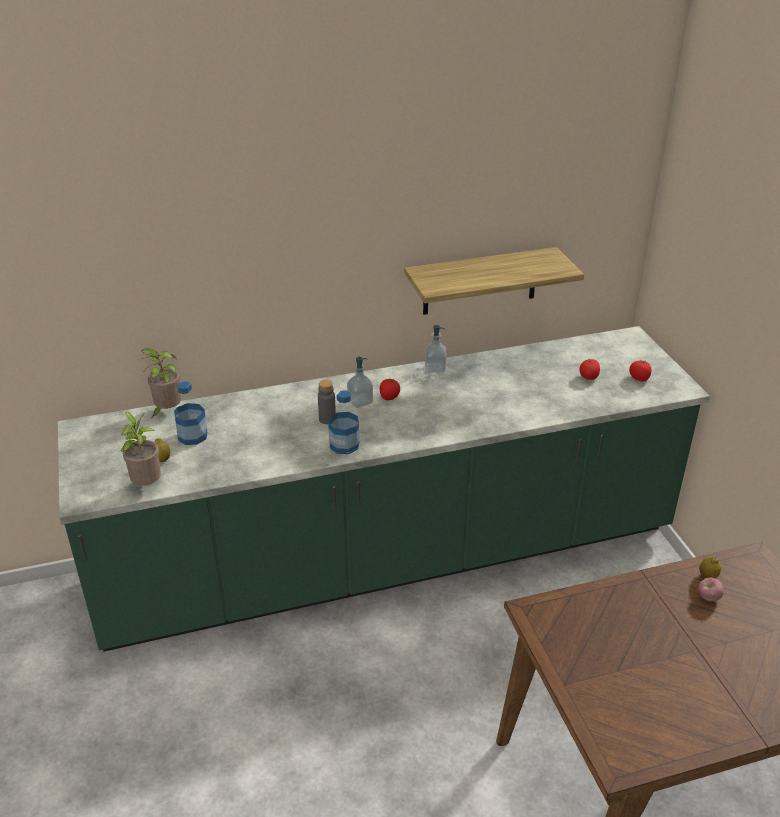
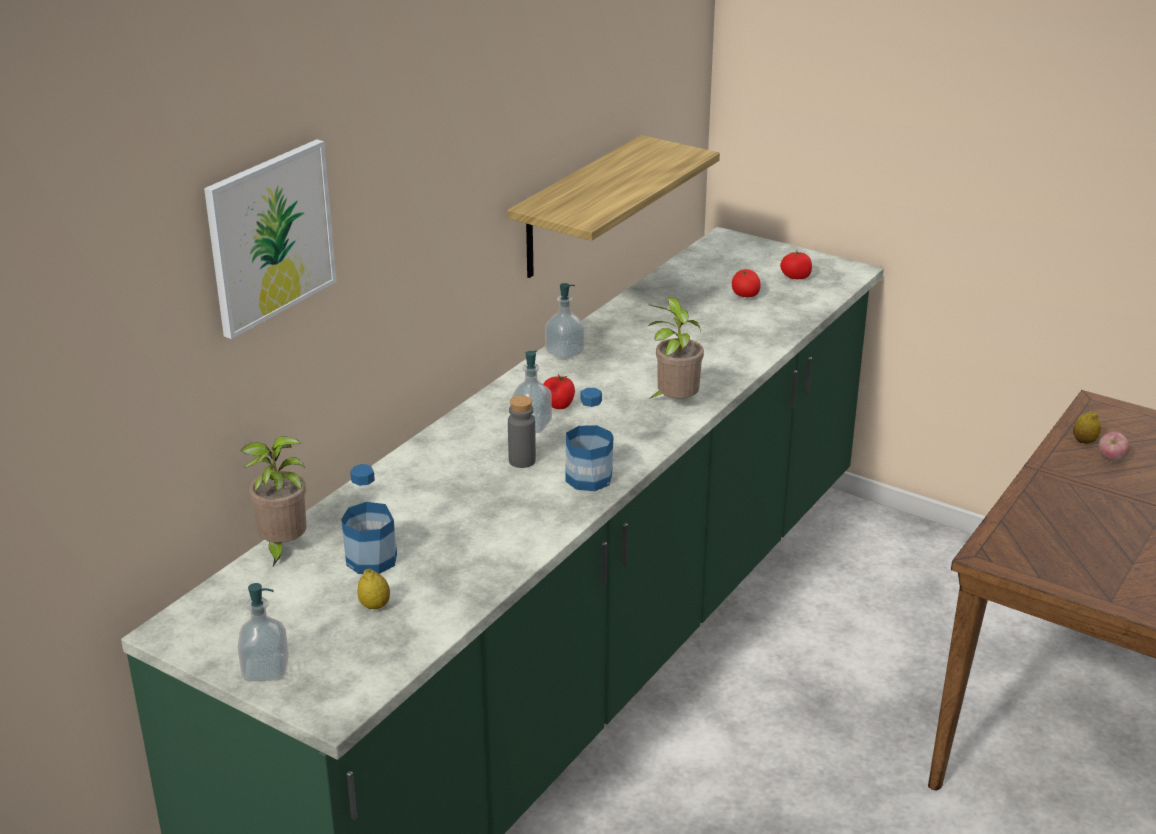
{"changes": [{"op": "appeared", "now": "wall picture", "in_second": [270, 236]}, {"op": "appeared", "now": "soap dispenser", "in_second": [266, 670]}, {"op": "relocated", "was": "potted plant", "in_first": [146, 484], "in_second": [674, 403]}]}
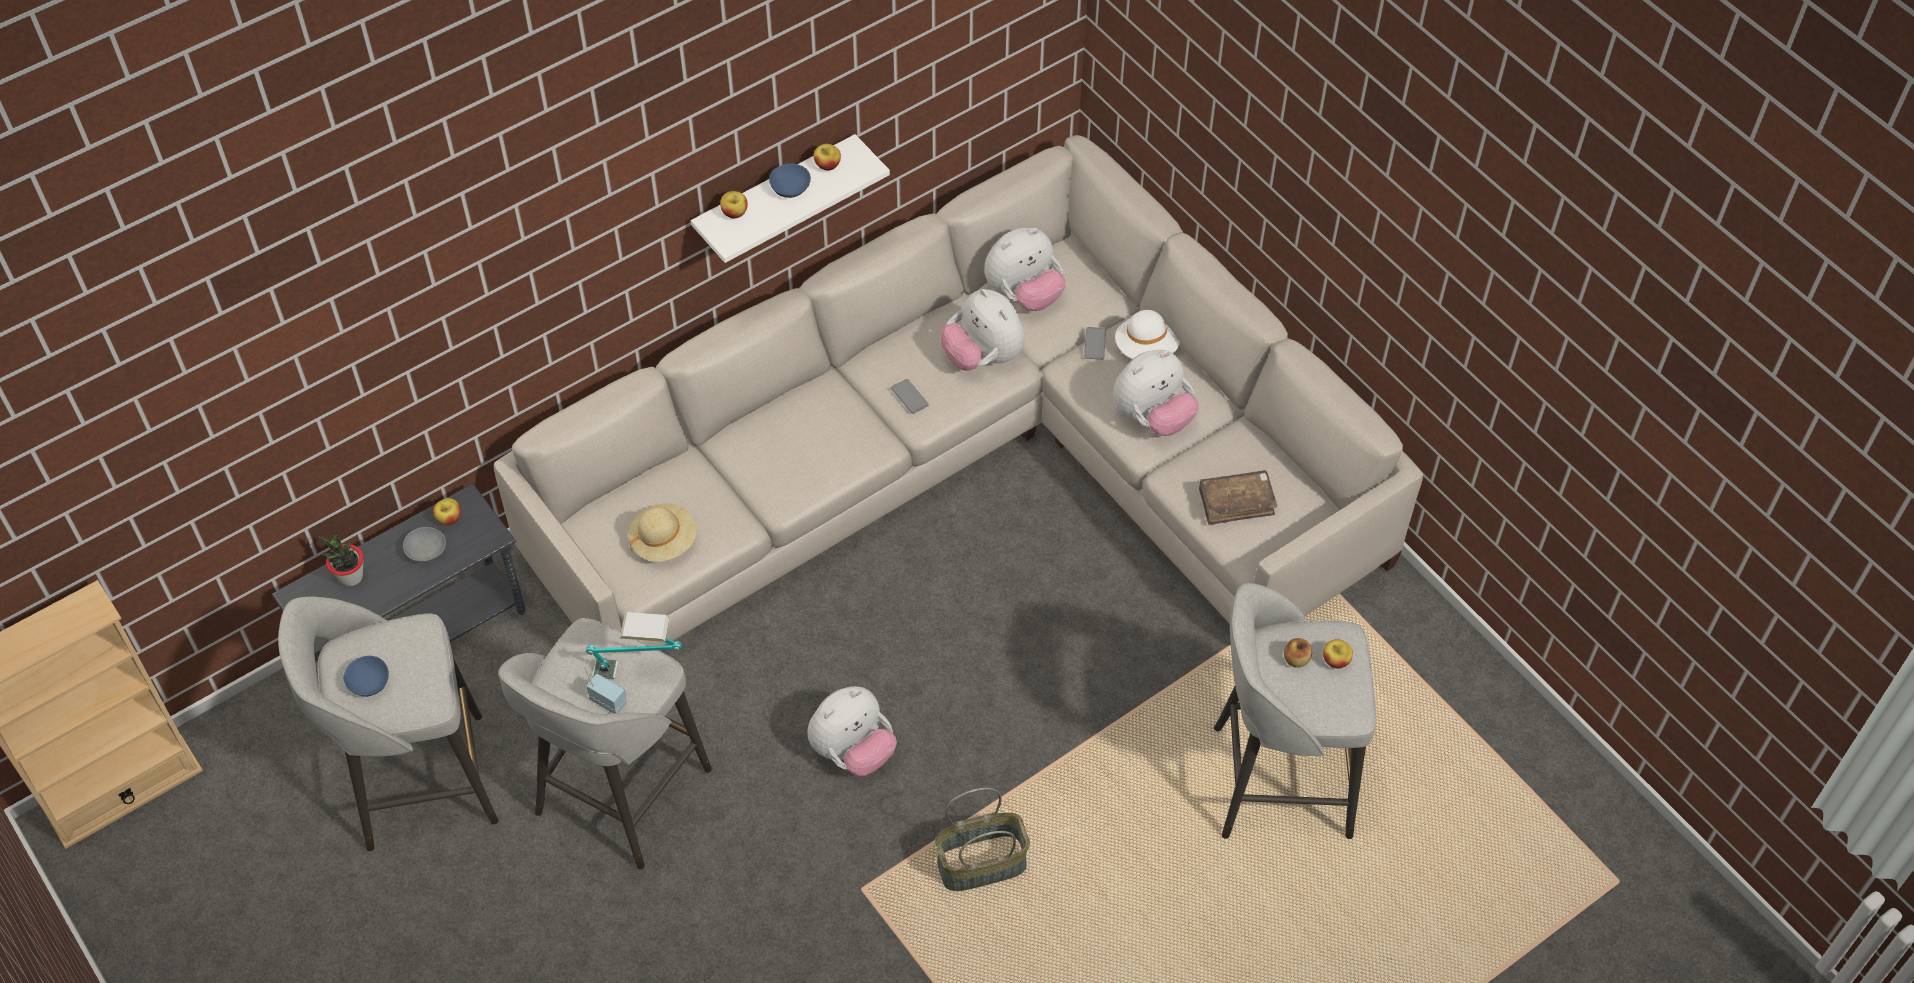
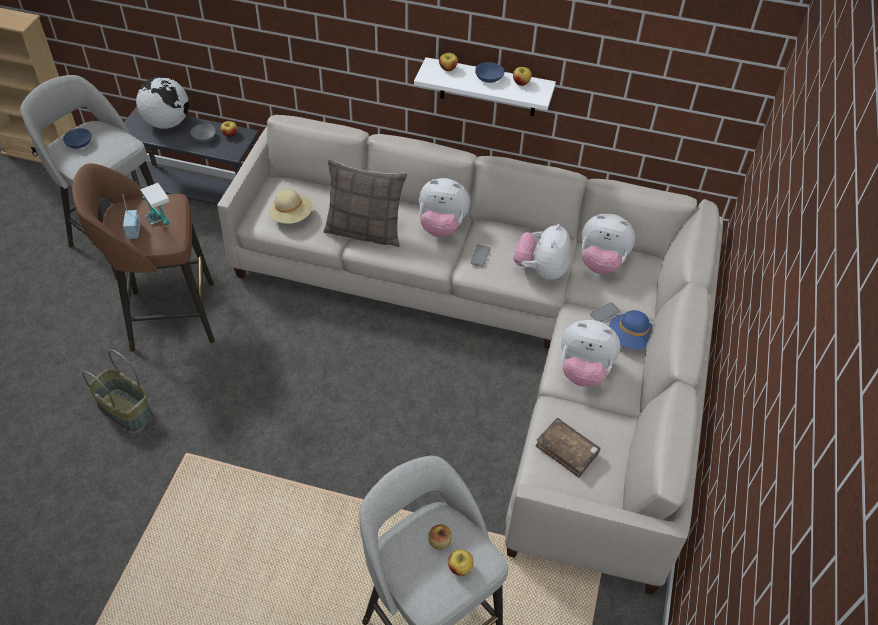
{"changes": [{"op": "appeared", "now": "cushion", "in_second": [365, 231]}, {"op": "relocated", "was": "plush toy", "in_first": [853, 751], "in_second": [442, 226]}, {"op": "relocated", "was": "household basket", "in_first": [982, 863], "in_second": [126, 410]}, {"op": "exchanged", "was": "potted plant", "now": "world globe", "in_first": [351, 577], "in_second": [167, 123]}, {"op": "colour", "was": "grey stool", "now": "brown stool", "in_first": [619, 795], "in_second": [169, 316]}, {"op": "colour", "was": "white-coloured hat", "now": "blue-coloured hat", "in_first": [1146, 348], "in_second": [630, 339]}]}
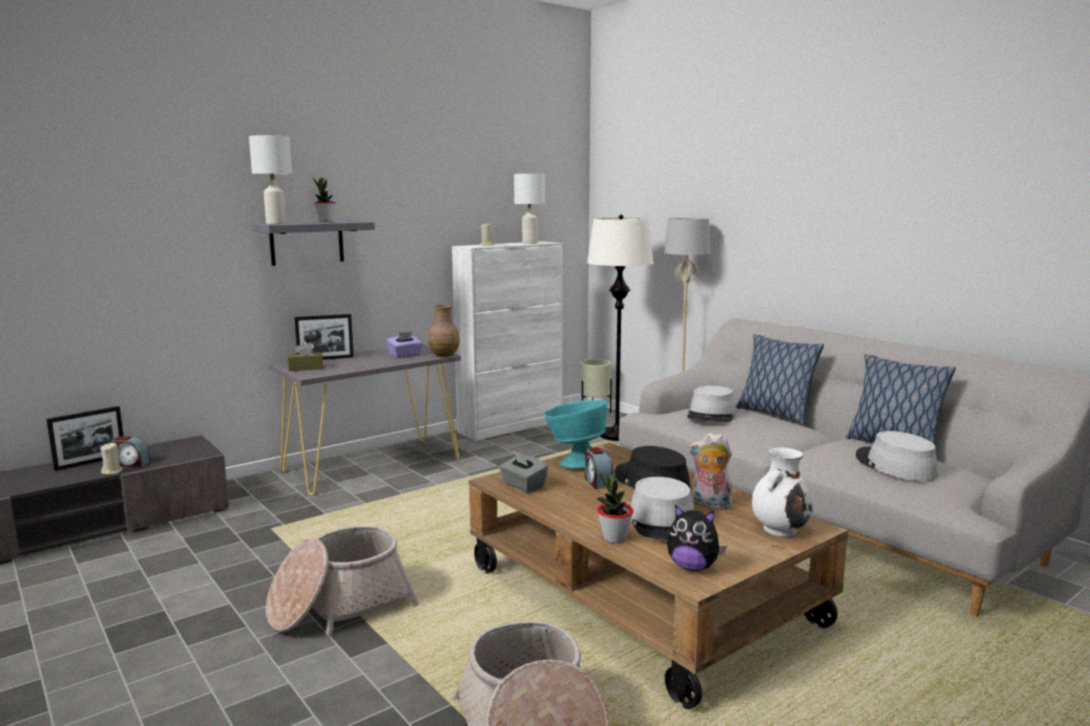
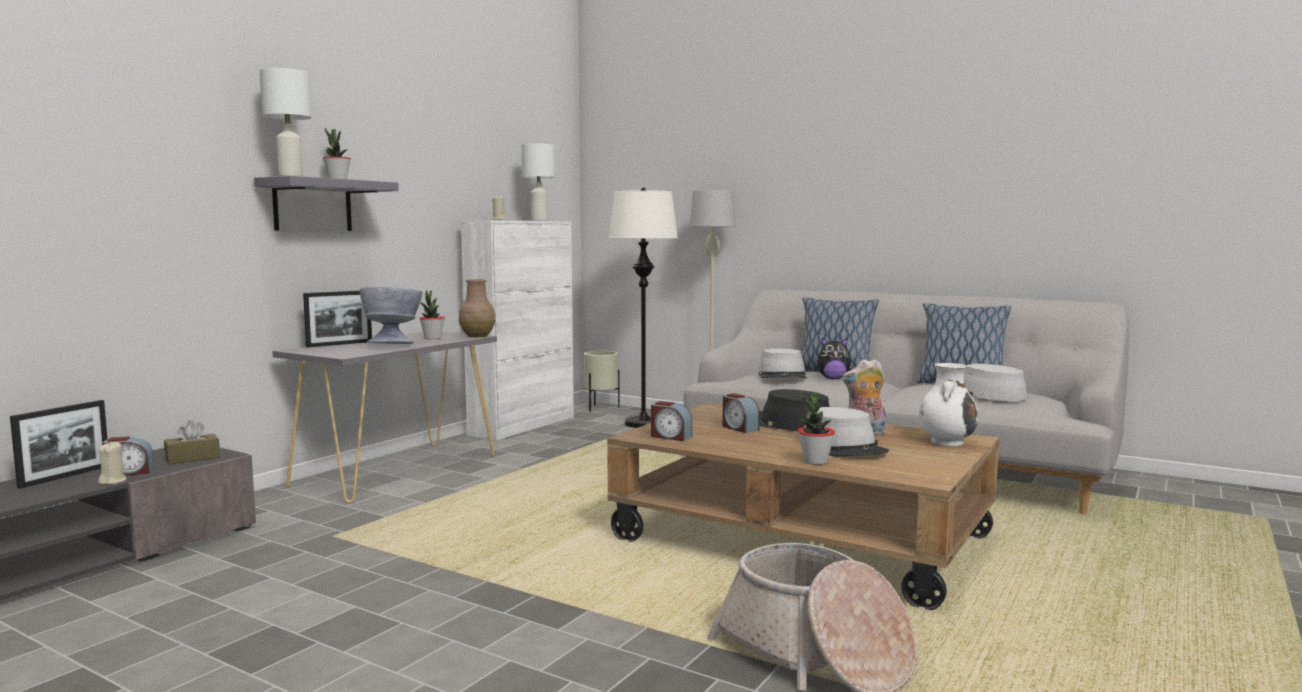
{"changes": [{"op": "missing", "was": "household basket", "in_first": [339, 606]}, {"op": "missing", "was": "blue-green serving bowl", "in_first": [575, 463]}, {"op": "appeared", "now": "grey serving bowl", "in_second": [393, 345]}, {"op": "relocated", "was": "brown tissue box", "in_first": [306, 368], "in_second": [192, 458]}, {"op": "relocated", "was": "plush toy", "in_first": [693, 567], "in_second": [833, 378]}, {"op": "exchanged", "was": "purplish tissue box", "now": "potted plant", "in_first": [405, 355], "in_second": [432, 338]}, {"op": "exchanged", "was": "grey tissue box", "now": "table clock", "in_first": [523, 485], "in_second": [670, 437]}]}
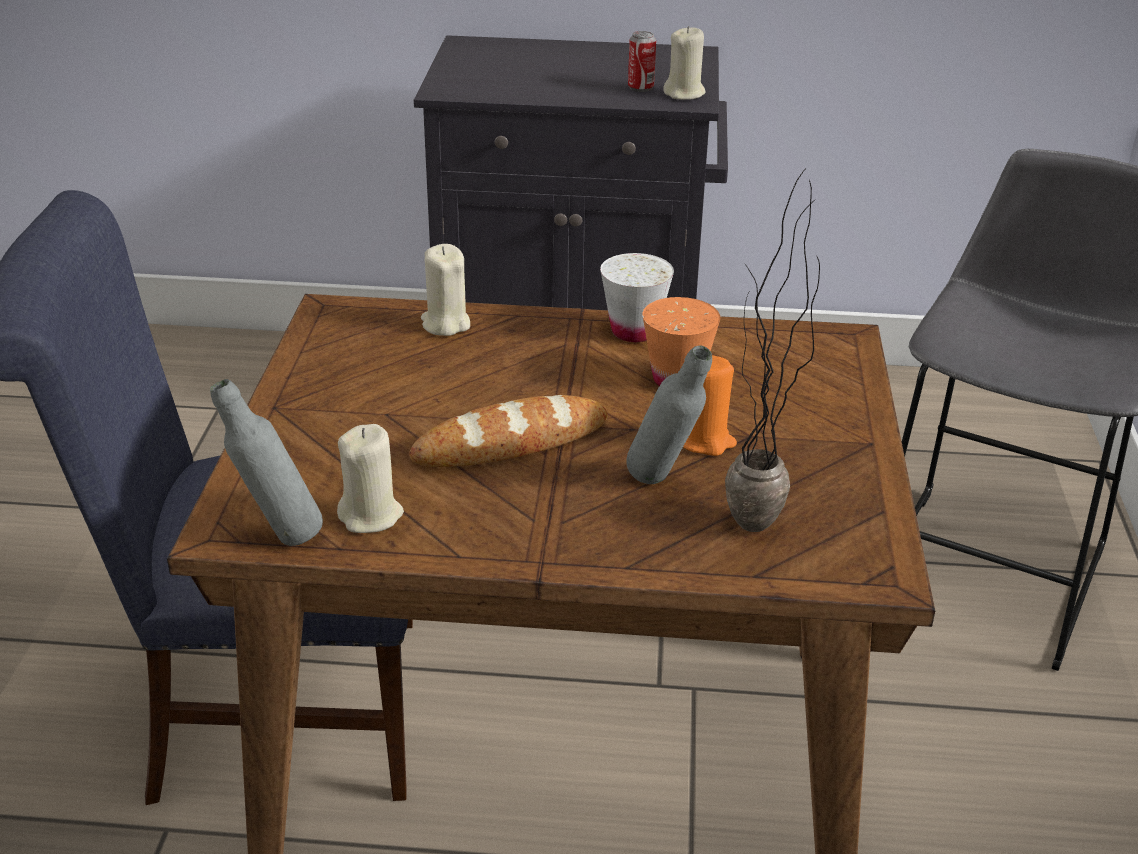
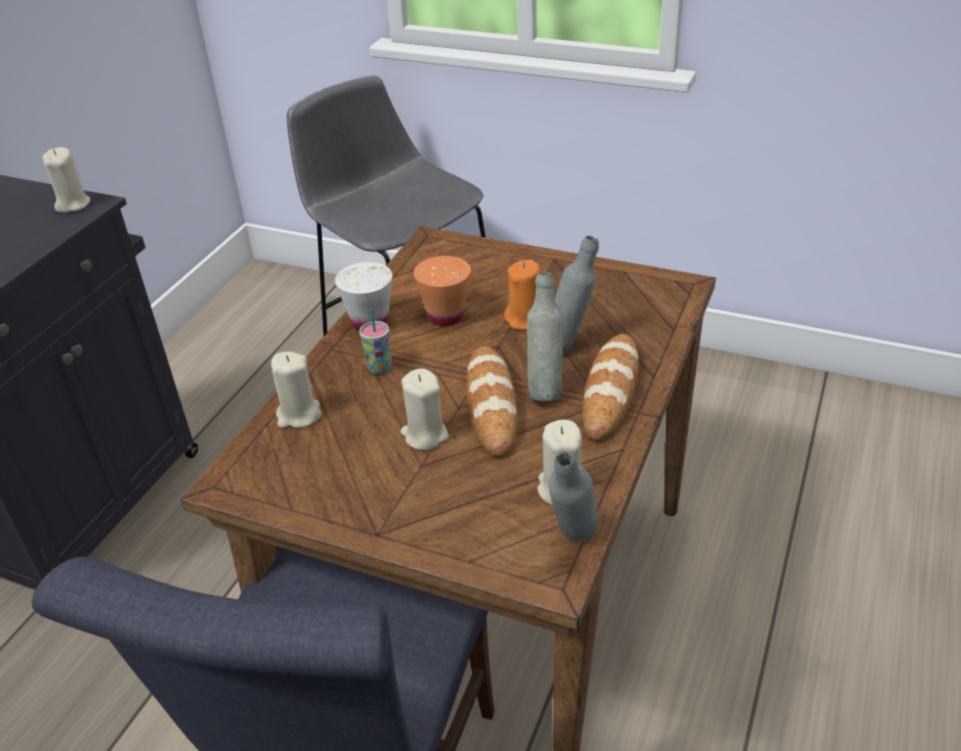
{"changes": [{"op": "missing", "was": "can", "in_first": [640, 88]}, {"op": "missing", "was": "potted plant", "in_first": [751, 536]}, {"op": "appeared", "now": "small cup", "in_second": [379, 368]}, {"op": "appeared", "now": "beige candle", "in_second": [425, 435]}, {"op": "appeared", "now": "grey bottle", "in_second": [544, 389]}, {"op": "appeared", "now": "bakery bread", "in_second": [610, 391]}]}
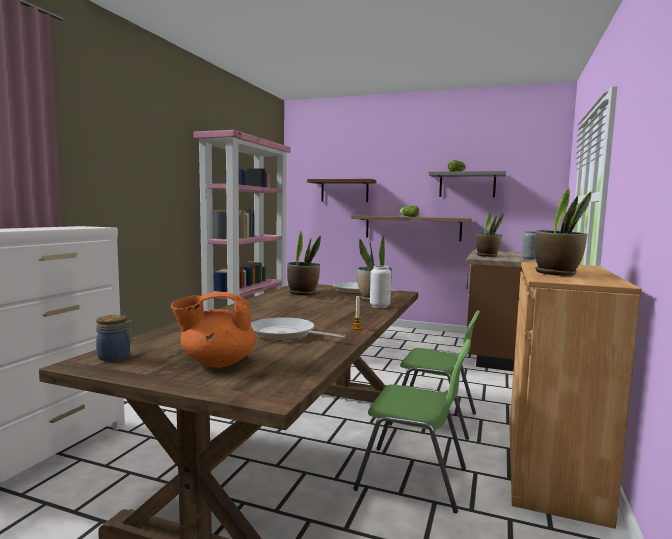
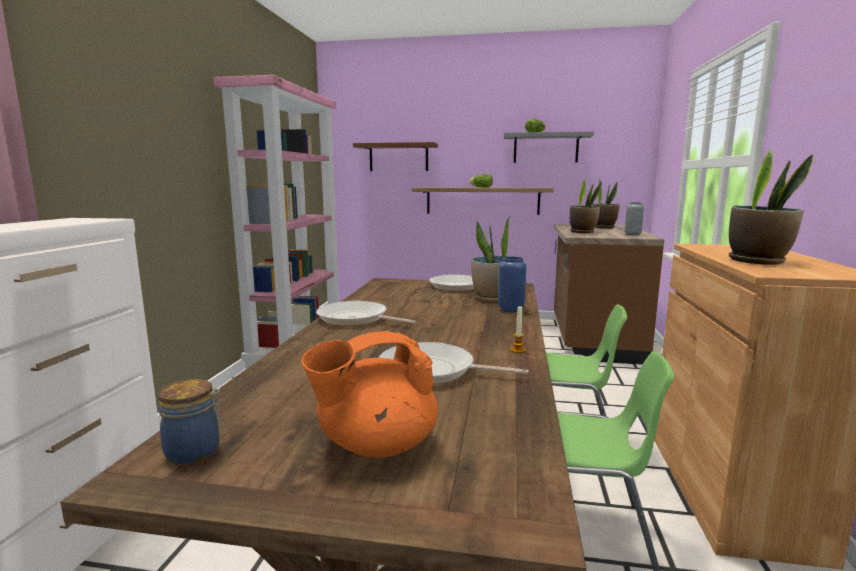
{"changes": [{"op": "appeared", "now": "frying pan", "in_second": [356, 319]}, {"op": "relocated", "was": "potted plant", "in_first": [303, 293], "in_second": [603, 227]}, {"op": "colour", "was": "white-coloured decorative vase", "now": "blue-coloured decorative vase", "in_first": [379, 306], "in_second": [511, 309]}]}
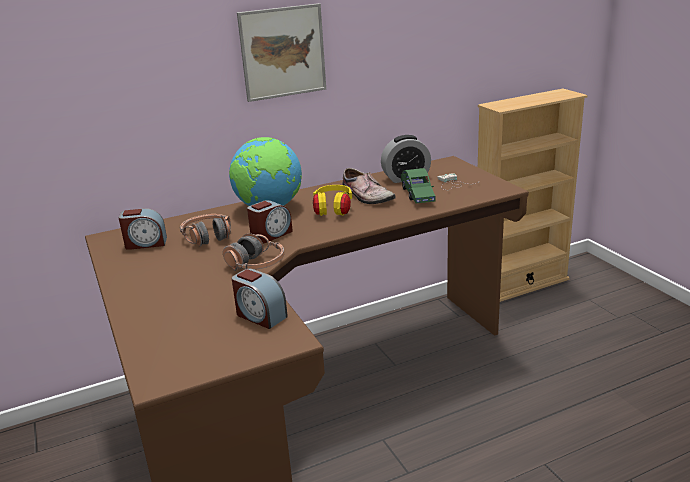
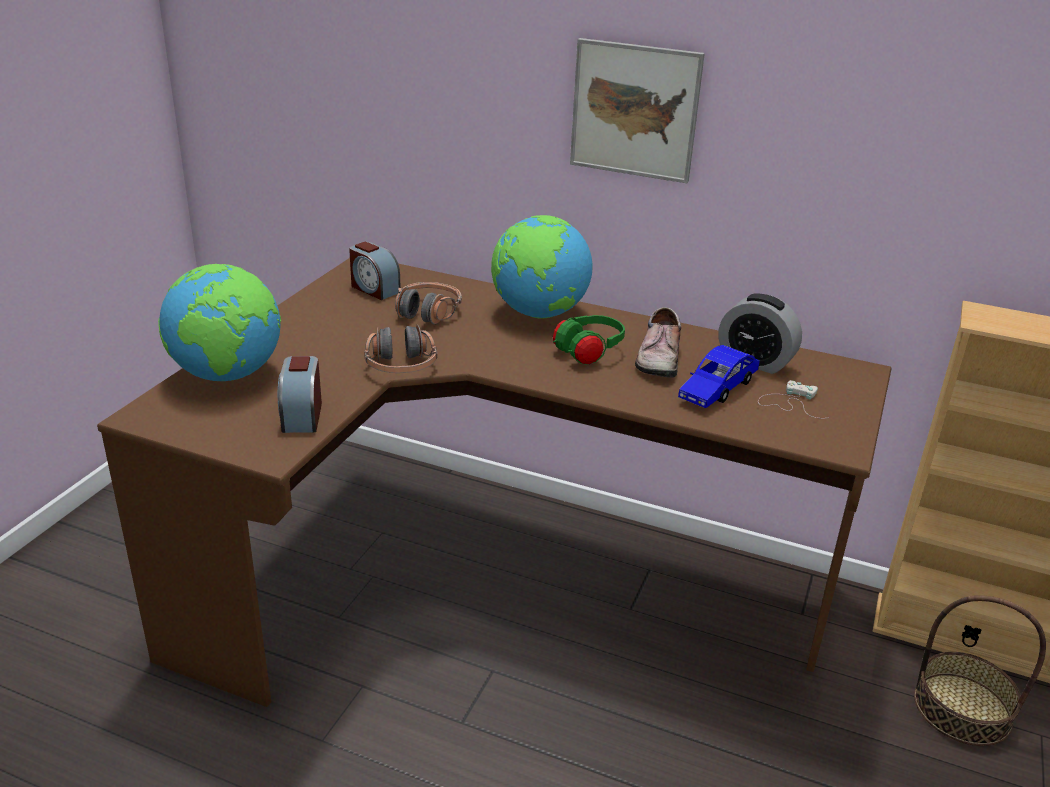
{"changes": [{"op": "missing", "was": "table clock", "in_first": [271, 235]}, {"op": "appeared", "now": "world globe", "in_second": [228, 375]}, {"op": "appeared", "now": "household basket", "in_second": [962, 709]}, {"op": "colour", "was": "yellowish headphones", "now": "green headphones", "in_first": [333, 211], "in_second": [588, 353]}, {"op": "colour", "was": "green model car", "now": "blue-coloured model car", "in_first": [417, 194], "in_second": [718, 389]}]}
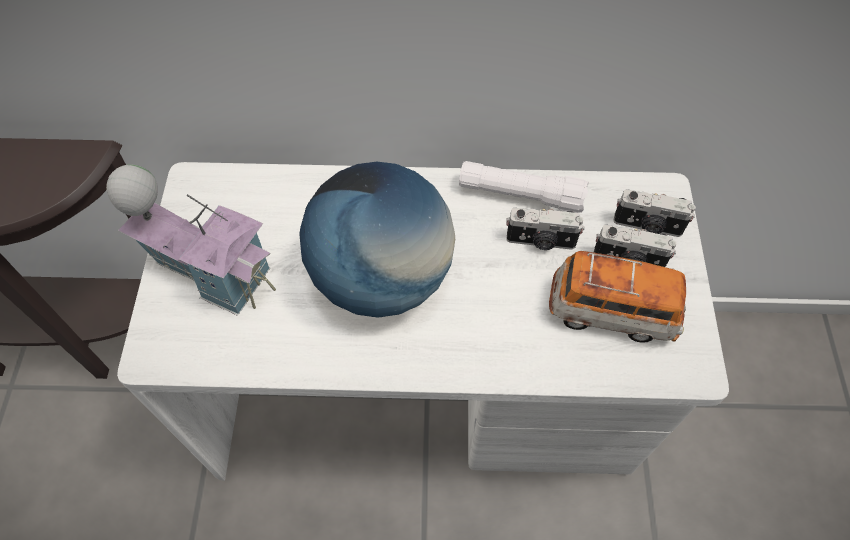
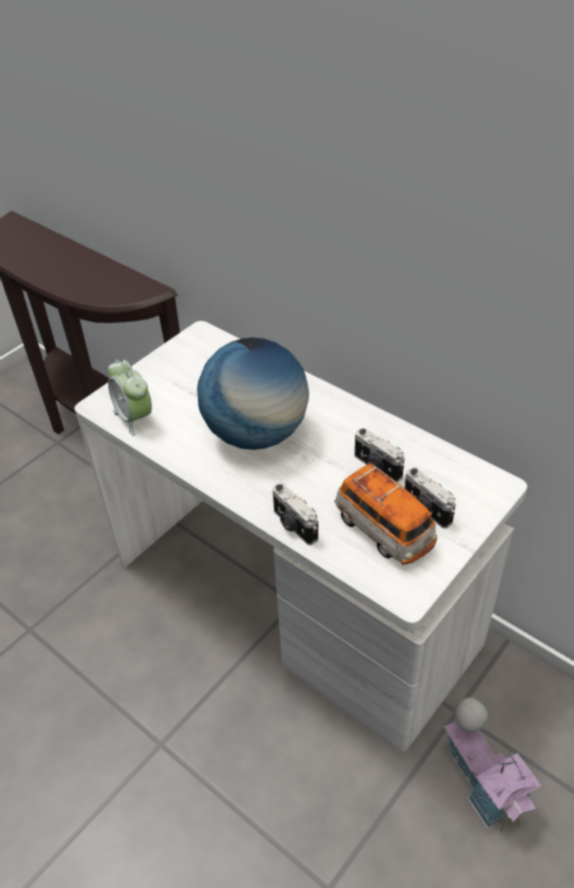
{"changes": [{"op": "missing", "was": "white-coloured flashlight", "in_first": [520, 195]}, {"op": "appeared", "now": "table clock", "in_second": [134, 418]}, {"op": "relocated", "was": "toy house", "in_first": [213, 272], "in_second": [484, 784]}, {"op": "relocated", "was": "still camera", "in_first": [647, 226], "in_second": [294, 526]}]}
